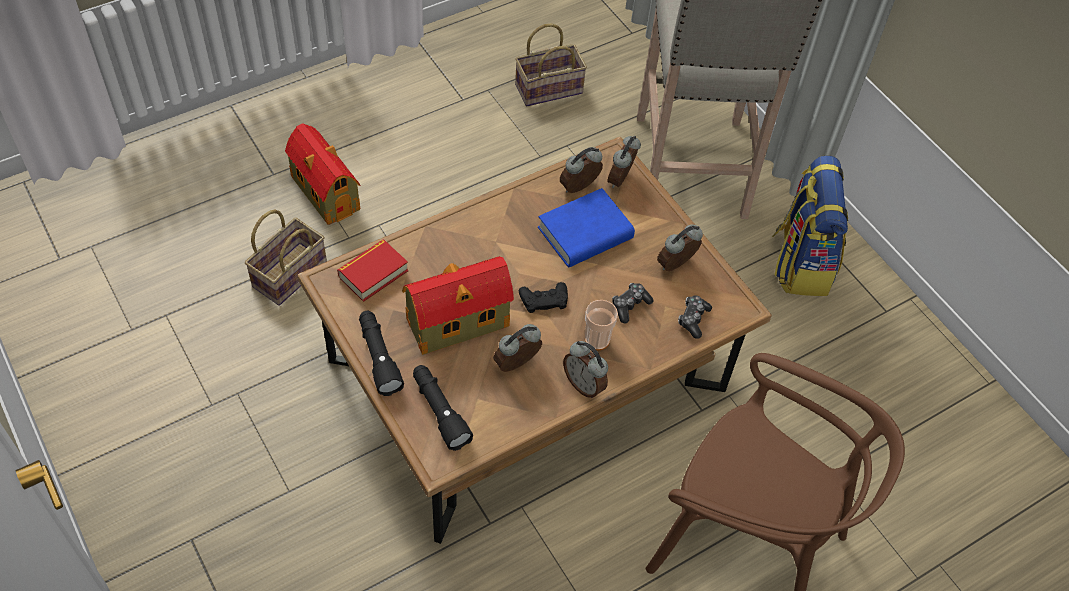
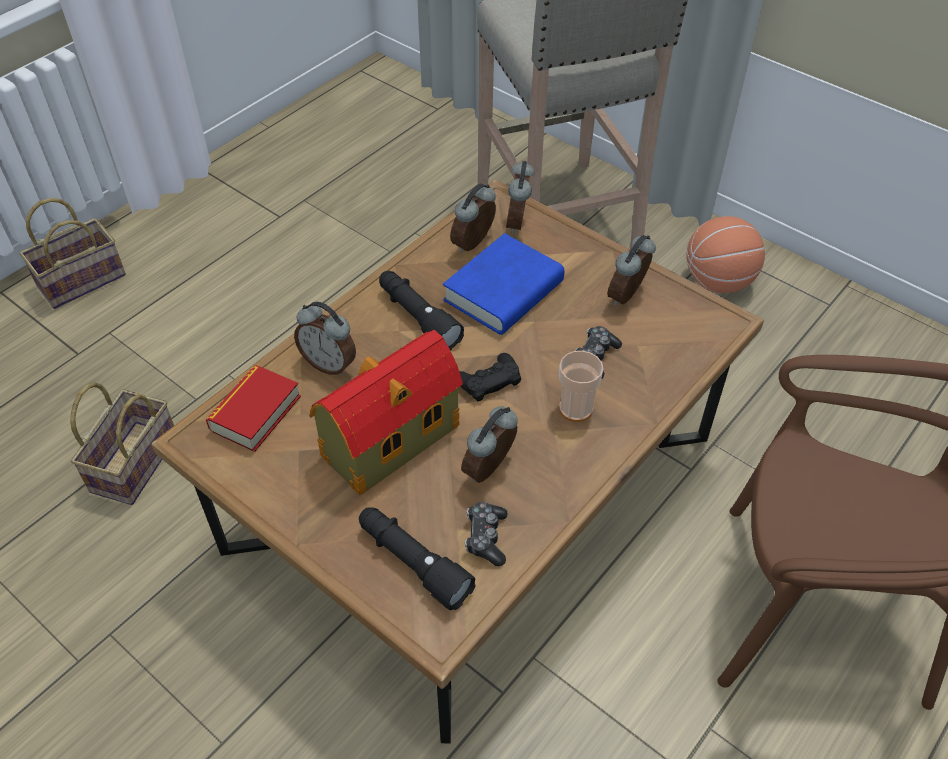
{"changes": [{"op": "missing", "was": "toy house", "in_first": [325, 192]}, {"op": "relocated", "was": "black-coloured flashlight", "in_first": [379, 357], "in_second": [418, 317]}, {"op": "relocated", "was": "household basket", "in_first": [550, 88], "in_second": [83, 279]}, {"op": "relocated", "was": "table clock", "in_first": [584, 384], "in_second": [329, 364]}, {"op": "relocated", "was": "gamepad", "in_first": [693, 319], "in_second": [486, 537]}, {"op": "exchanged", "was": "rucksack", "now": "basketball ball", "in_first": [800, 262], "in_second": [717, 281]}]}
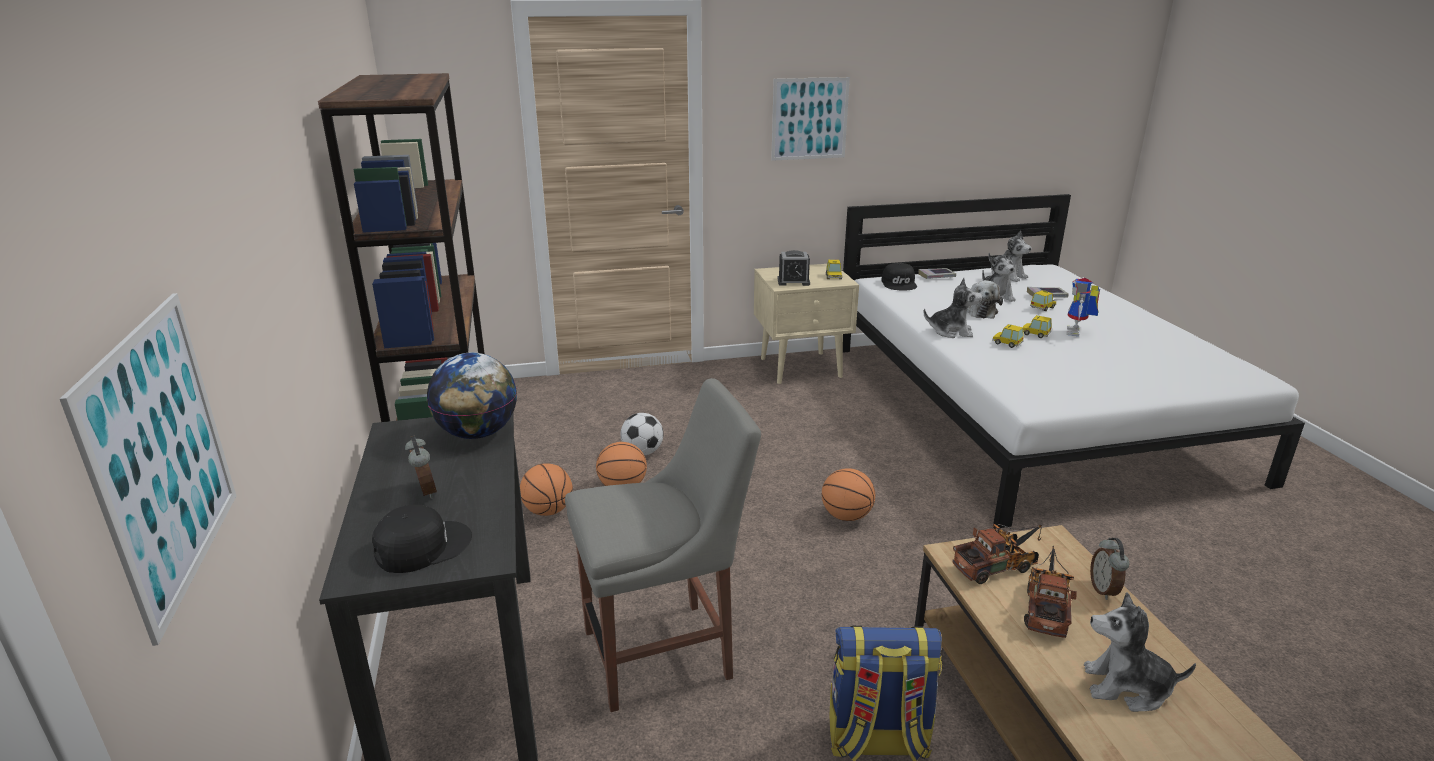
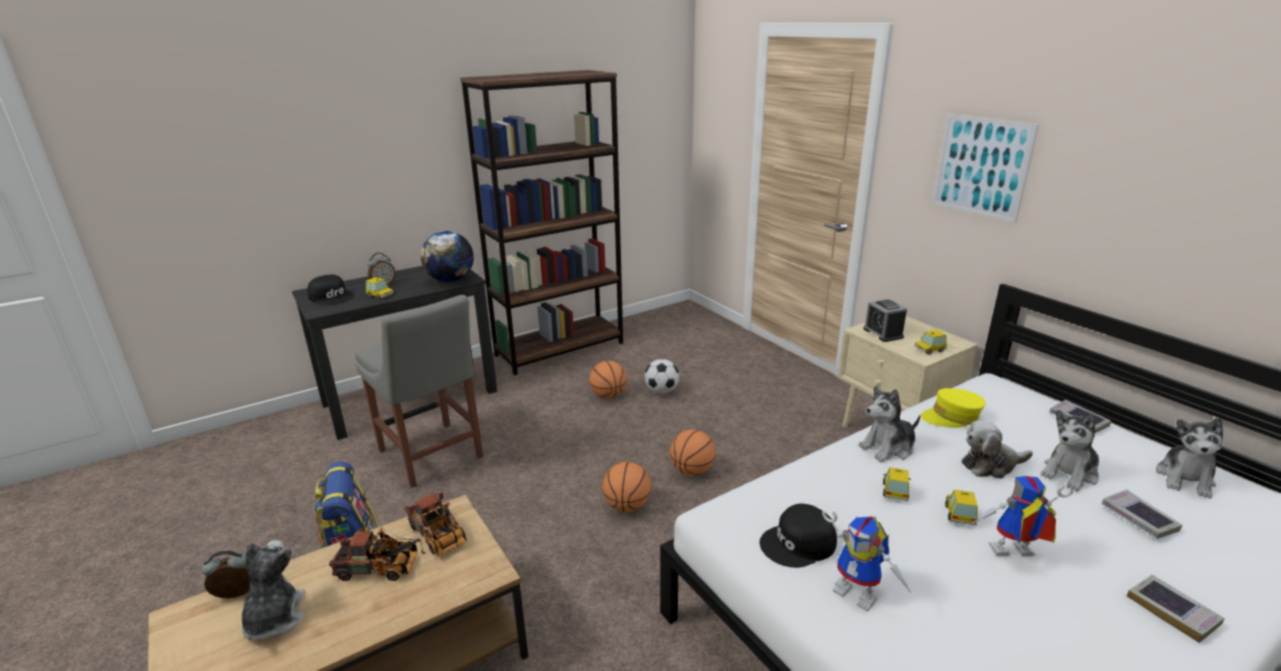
{"changes": [{"op": "missing", "was": "wall picture", "in_first": [163, 457]}, {"op": "appeared", "now": "robot figure", "in_second": [860, 593]}, {"op": "appeared", "now": "yellowish baseball cap", "in_second": [951, 417]}, {"op": "appeared", "now": "book", "in_second": [1172, 611]}, {"op": "relocated", "was": "basketball ball", "in_first": [548, 511], "in_second": [692, 471]}, {"op": "relocated", "was": "black-coloured baseball cap", "in_first": [899, 283], "in_second": [799, 544]}, {"op": "relocated", "was": "model car", "in_first": [1042, 307], "in_second": [380, 295]}, {"op": "relocated", "was": "table clock", "in_first": [1104, 590], "in_second": [237, 595]}, {"op": "spun", "was": "plush toy", "in_first": [951, 331], "in_second": [888, 448], "clockwise": 75}]}
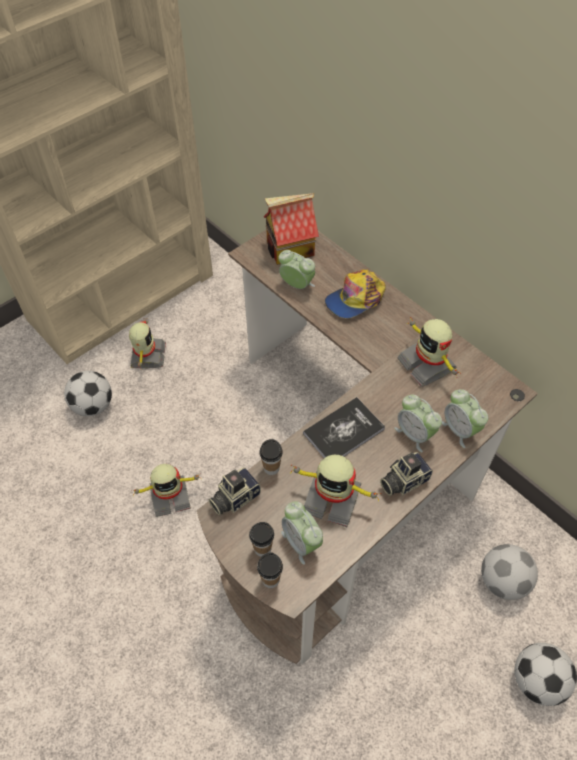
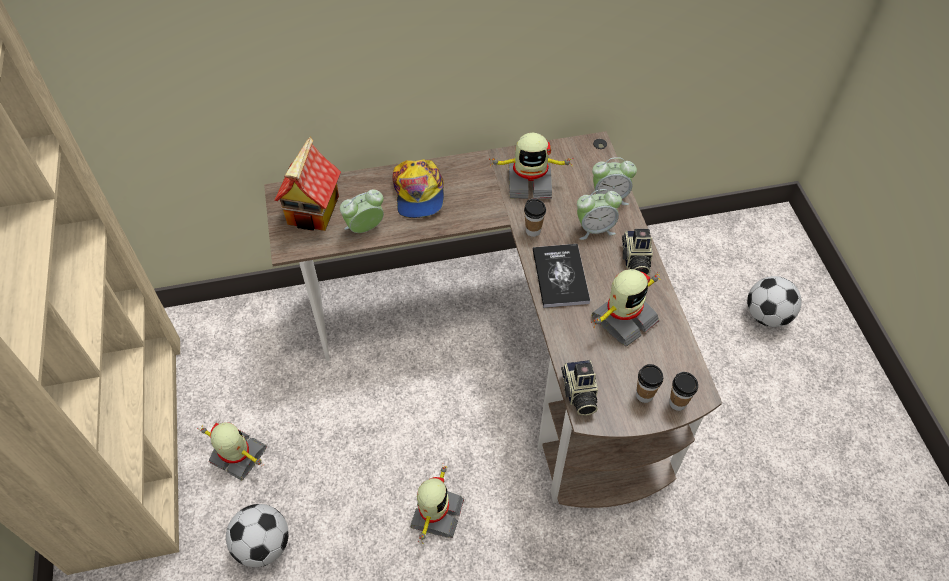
{"changes": [{"op": "missing", "was": "table clock", "in_first": [301, 542]}, {"op": "missing", "was": "ball for football", "in_first": [502, 581]}, {"op": "relocated", "was": "small cup", "in_first": [271, 468], "in_second": [533, 230]}]}
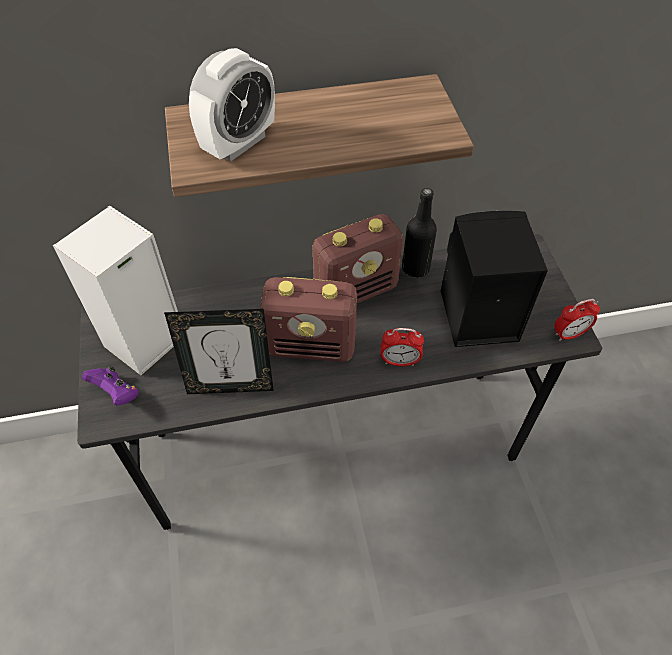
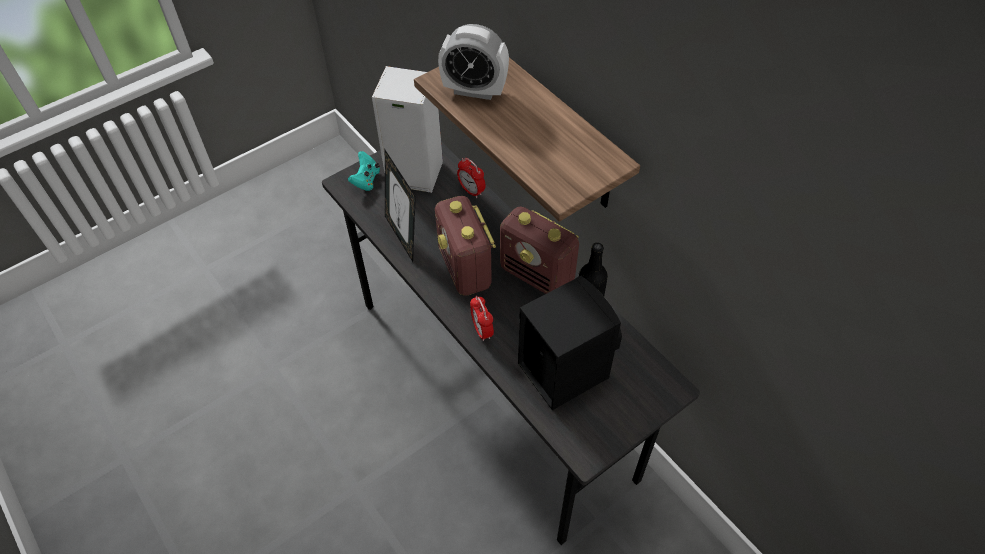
{"changes": [{"op": "relocated", "was": "table clock", "in_first": [569, 334], "in_second": [471, 191]}, {"op": "colour", "was": "purplish gamepad", "now": "blue-green gamepad", "in_first": [116, 393], "in_second": [366, 180]}]}
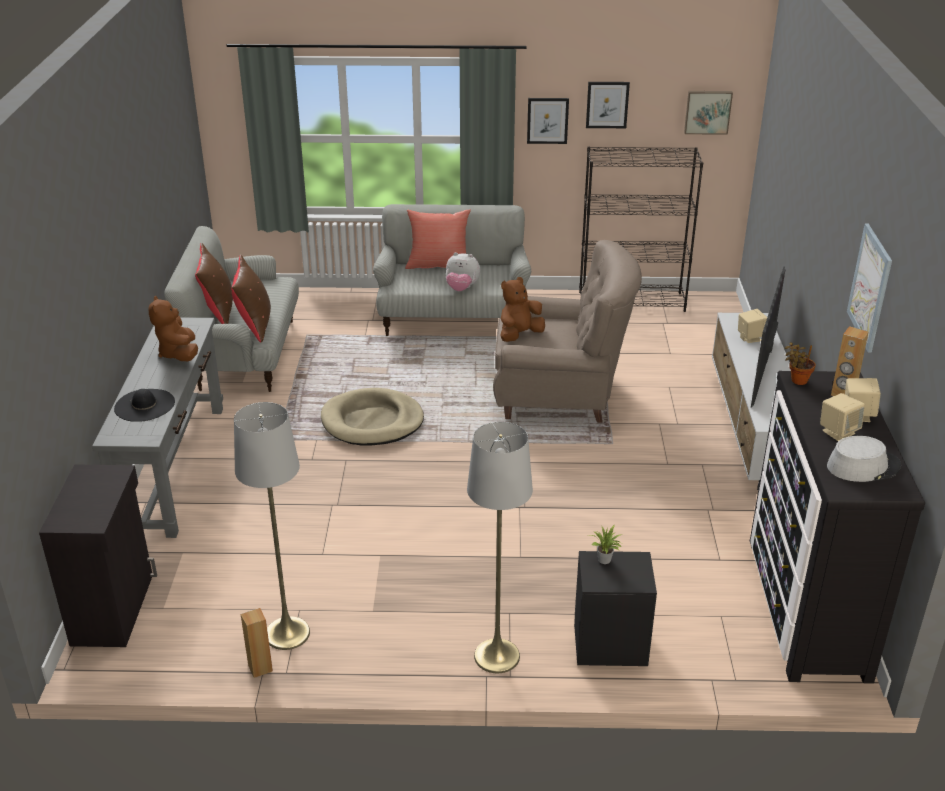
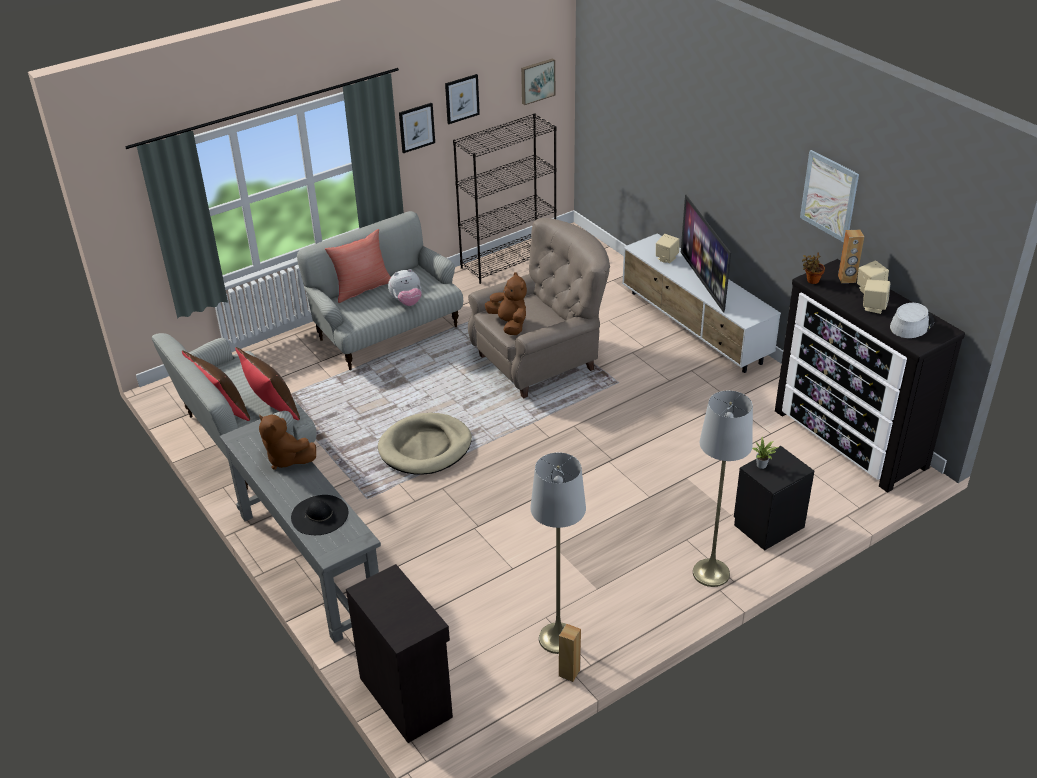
{"changes": [{"op": "spun", "was": "brown plush toy", "in_first": [519, 335], "in_second": [509, 324], "clockwise": 135}]}
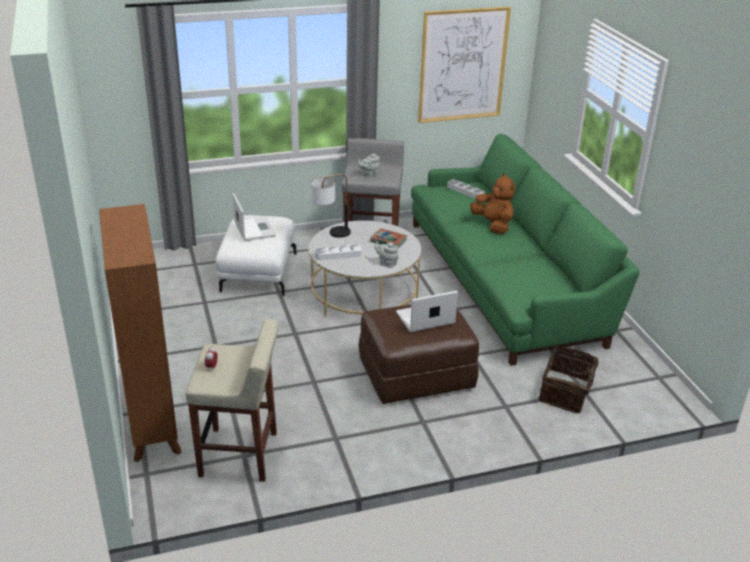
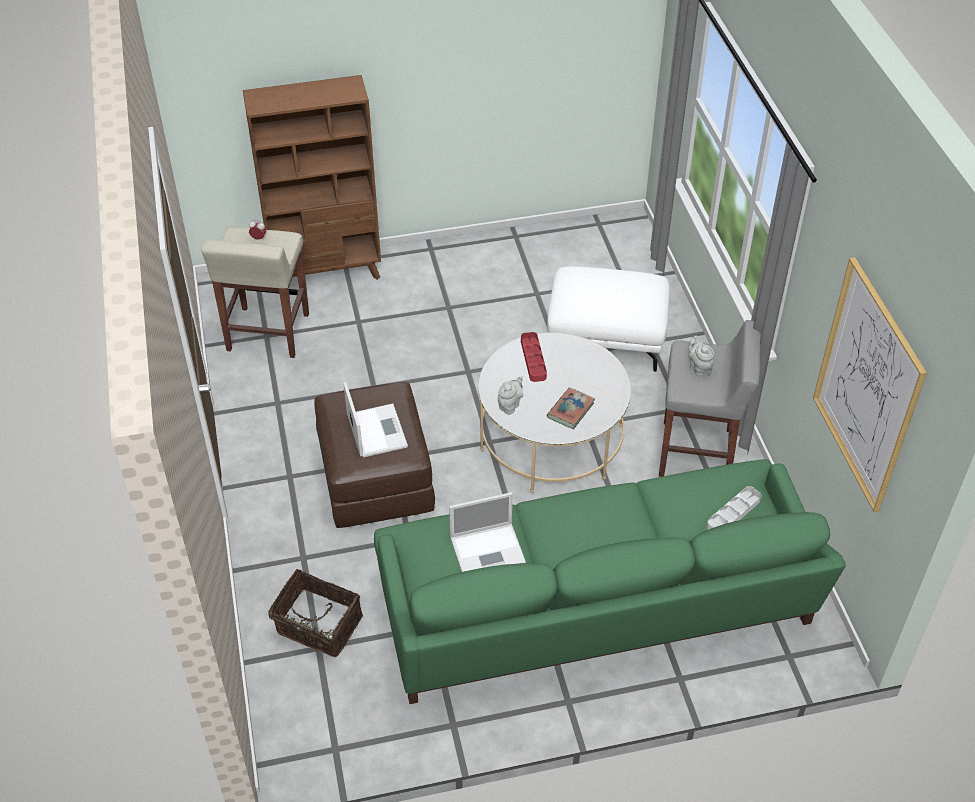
{"changes": [{"op": "missing", "was": "tabletop lamp", "in_first": [330, 234]}, {"op": "missing", "was": "brown plush toy", "in_first": [493, 225]}, {"op": "relocated", "was": "portable computer", "in_first": [254, 229], "in_second": [489, 549]}, {"op": "colour", "was": "white-coloured tray", "now": "red-coloured tray", "in_first": [338, 254], "in_second": [533, 359]}]}
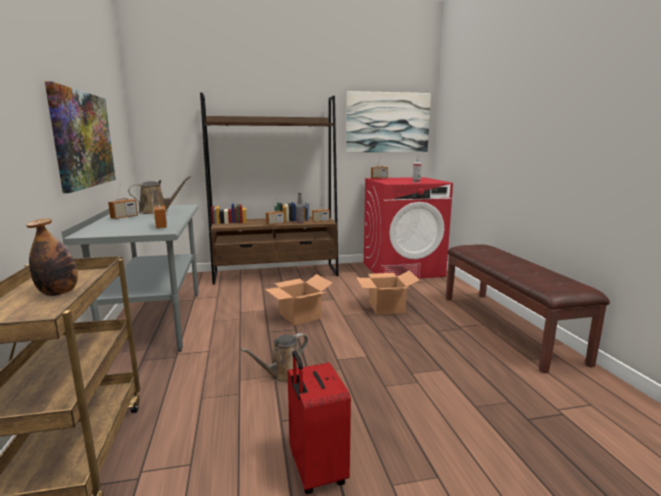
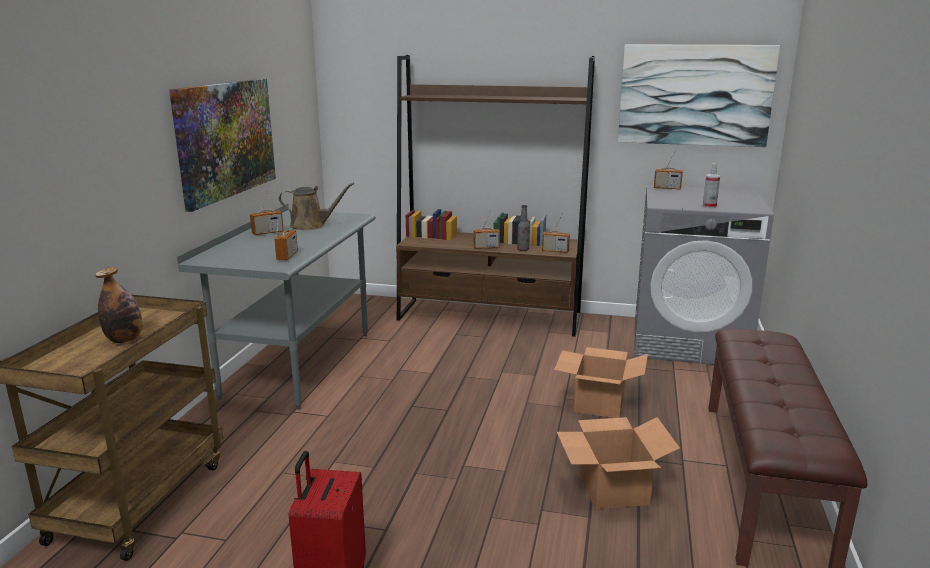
{"changes": [{"op": "missing", "was": "brown watering can", "in_first": [283, 375]}, {"op": "relocated", "was": "packing box", "in_first": [300, 316], "in_second": [614, 490]}, {"op": "colour", "was": "red-coloured laundry appliance", "now": "grey laundry appliance", "in_first": [403, 269], "in_second": [689, 342]}]}
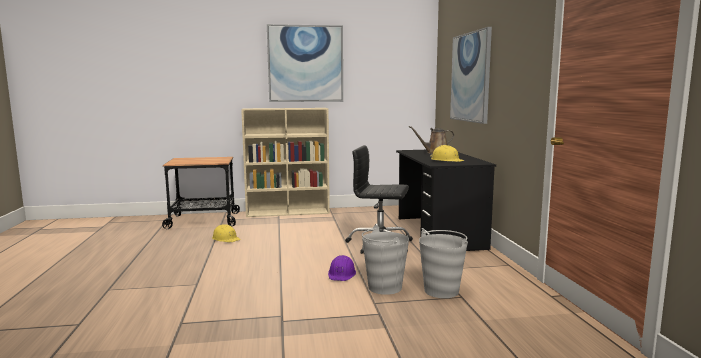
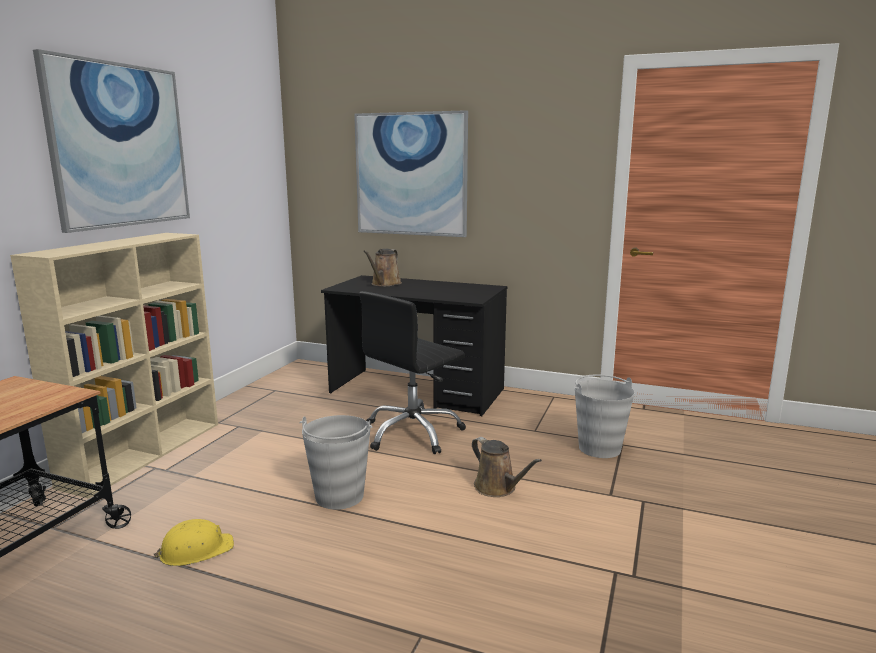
{"changes": [{"op": "missing", "was": "yellowish hard hat", "in_first": [446, 160]}, {"op": "relocated", "was": "grey pail", "in_first": [384, 287], "in_second": [339, 496]}, {"op": "exchanged", "was": "purplish hard hat", "now": "brown watering can", "in_first": [342, 274], "in_second": [498, 488]}]}
